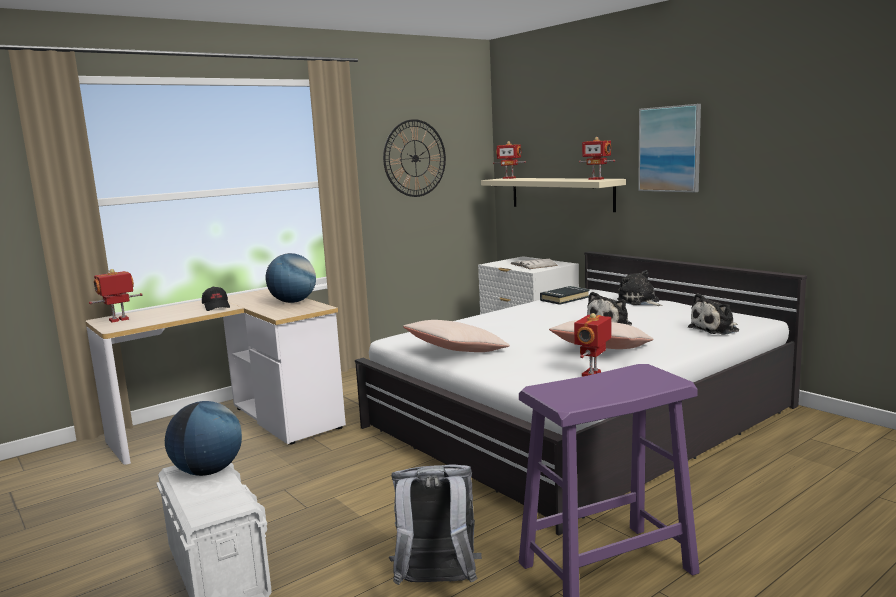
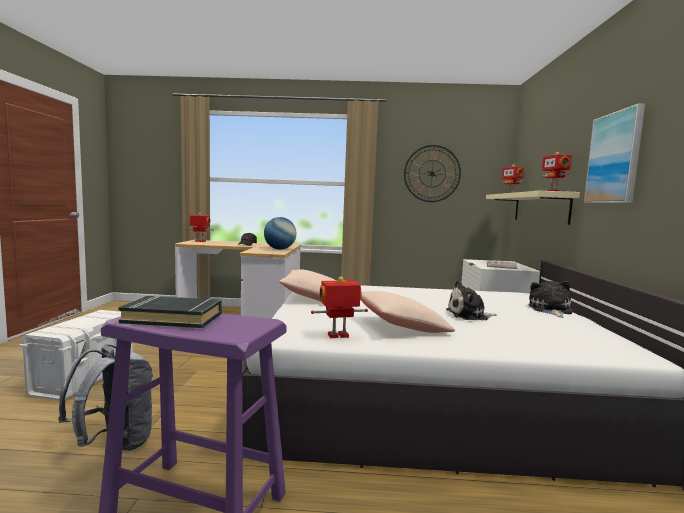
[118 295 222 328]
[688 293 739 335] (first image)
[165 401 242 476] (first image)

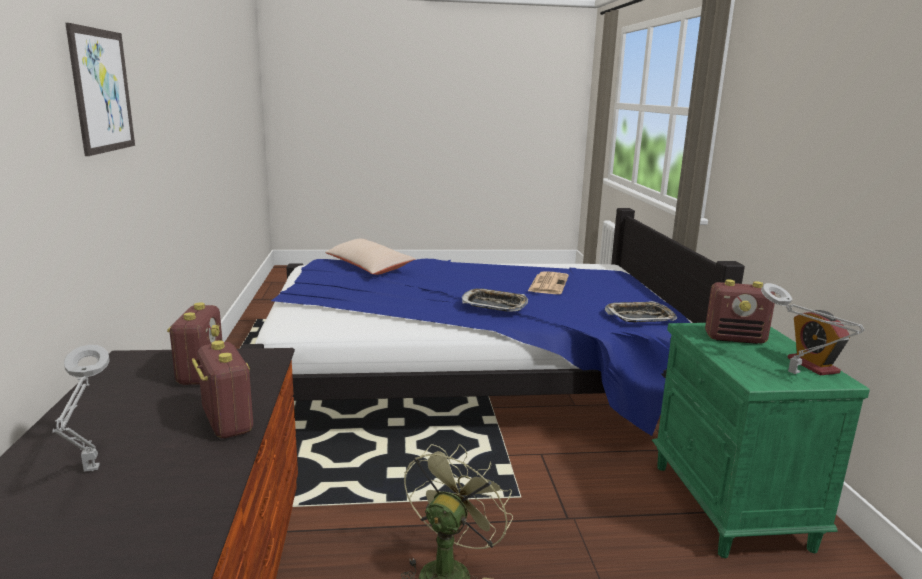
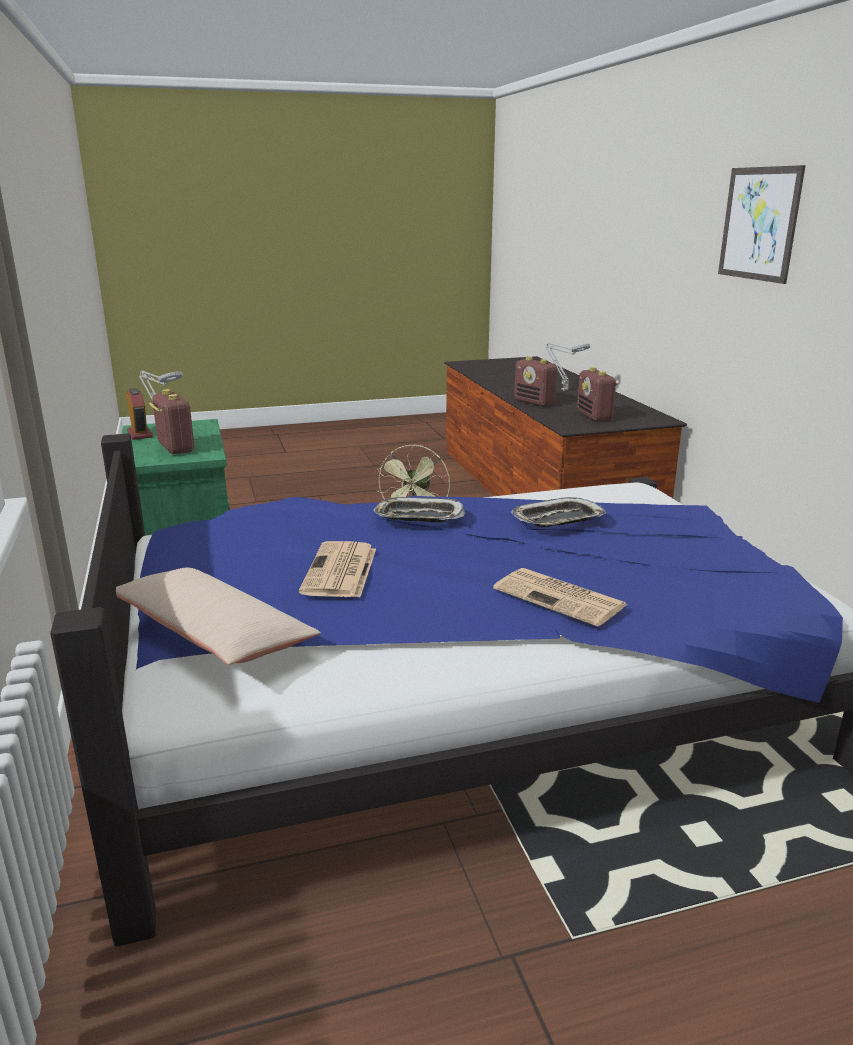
[116 568 321 665]
[149 389 194 454]
[511 497 606 527]
[493 568 627 627]

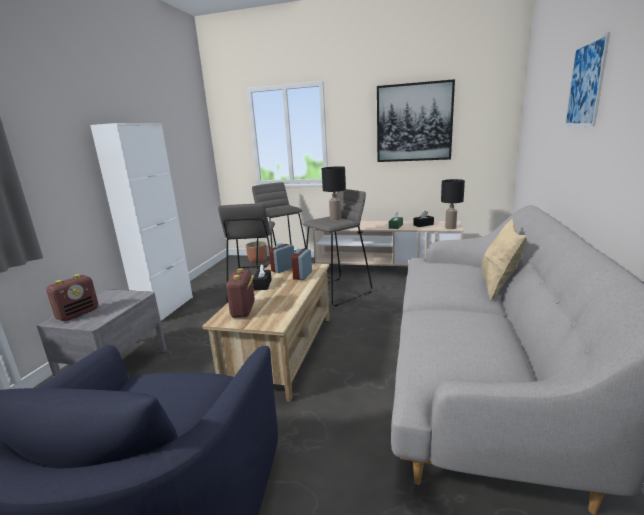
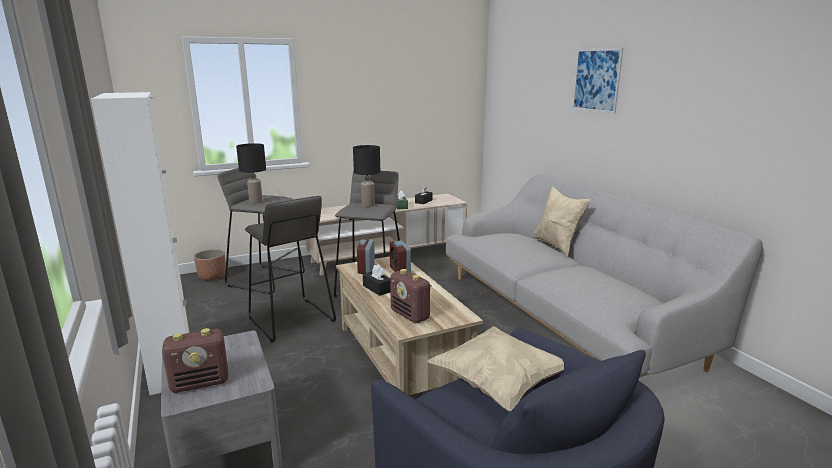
[377 79 455 162] (first image)
[236 143 266 204]
[162 328 228 393]
[427 326 564 411]

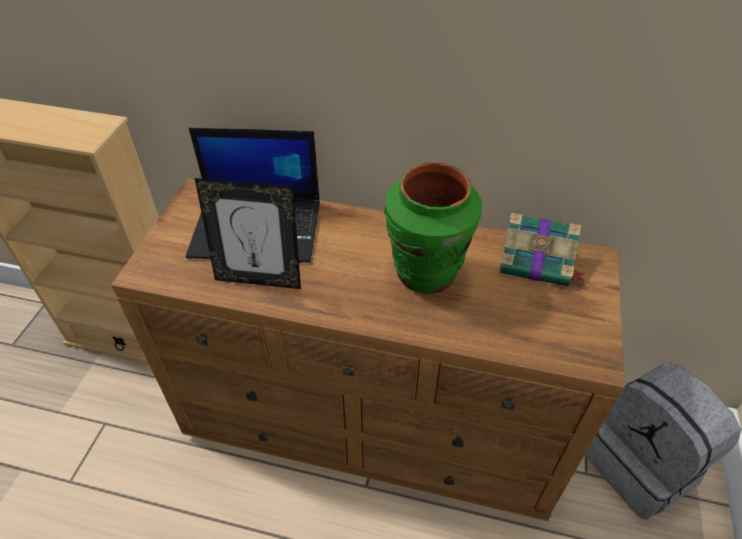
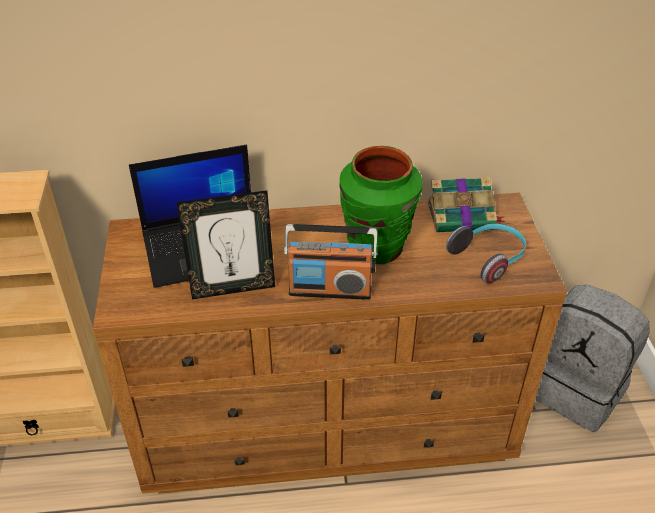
[284 224 377 300]
[446 224 526 283]

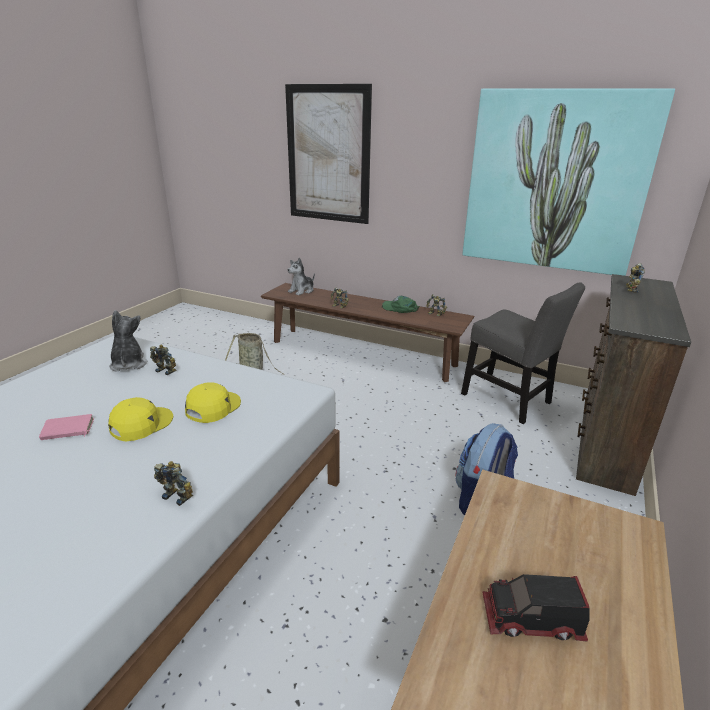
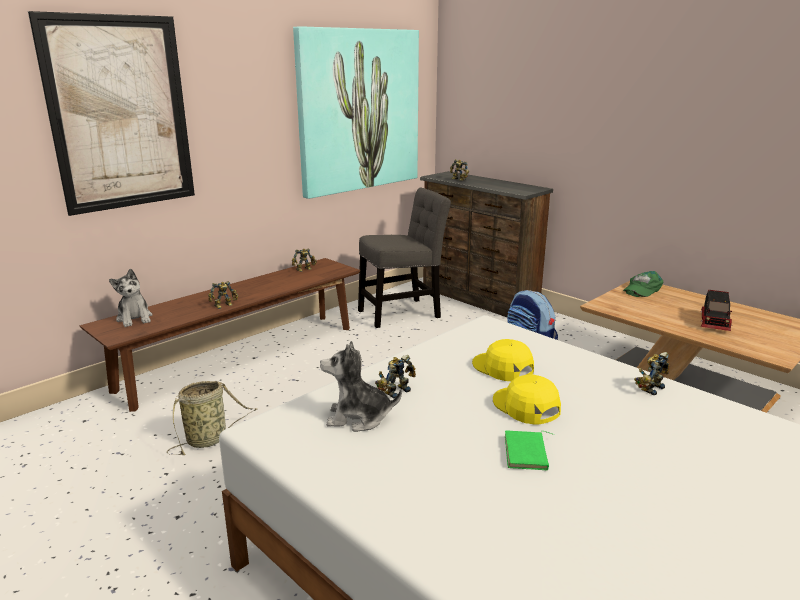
[623 271 663 297]
[505 430 554 471]

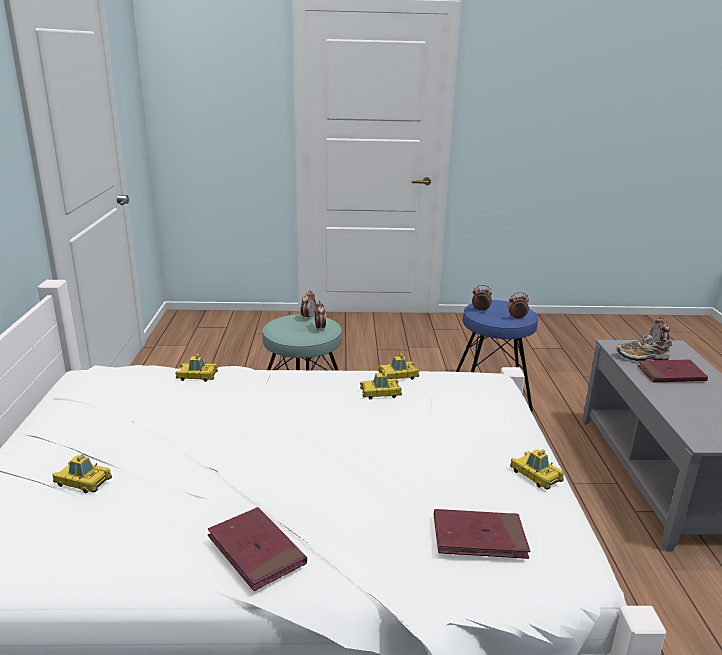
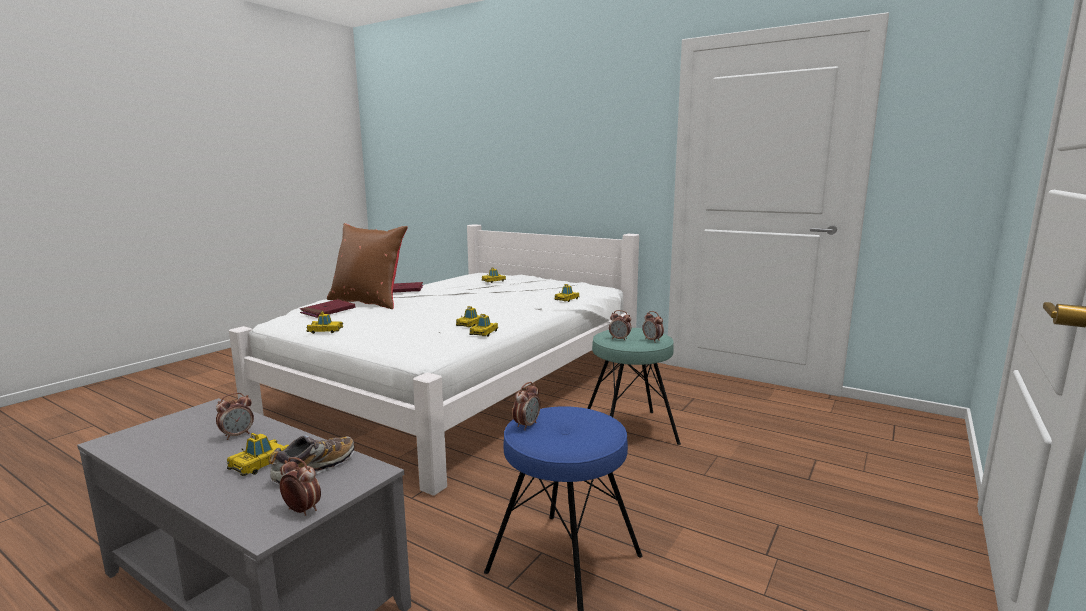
[216 393 254 440]
[227 433 289 476]
[327 223 408 309]

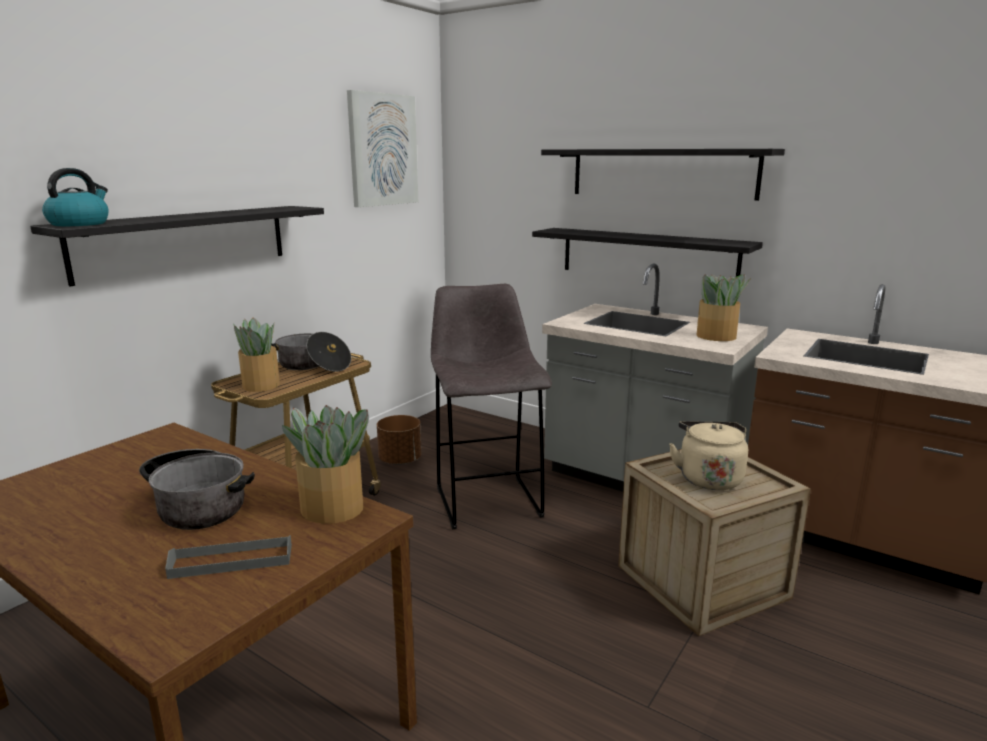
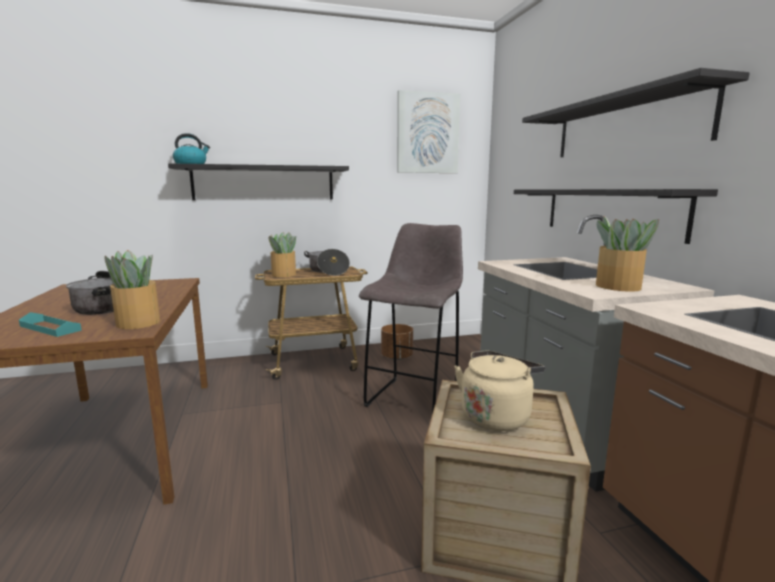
[19 312 82 337]

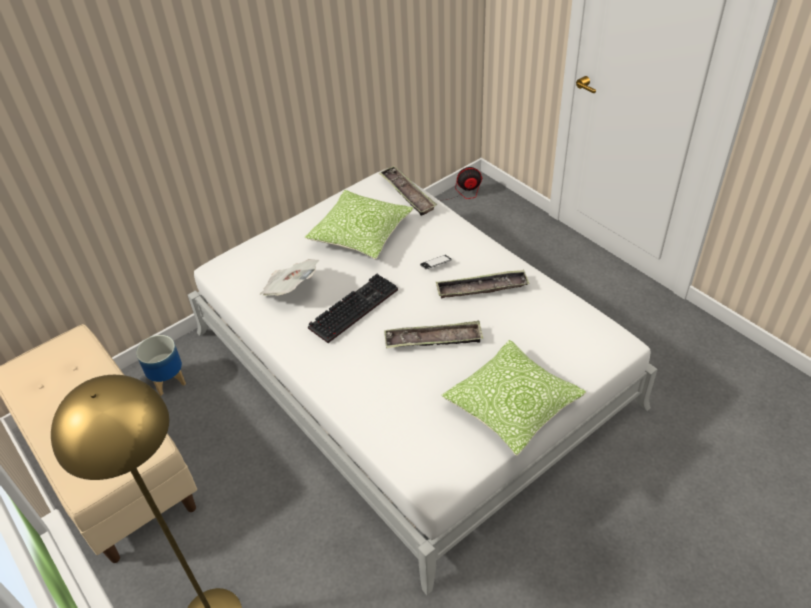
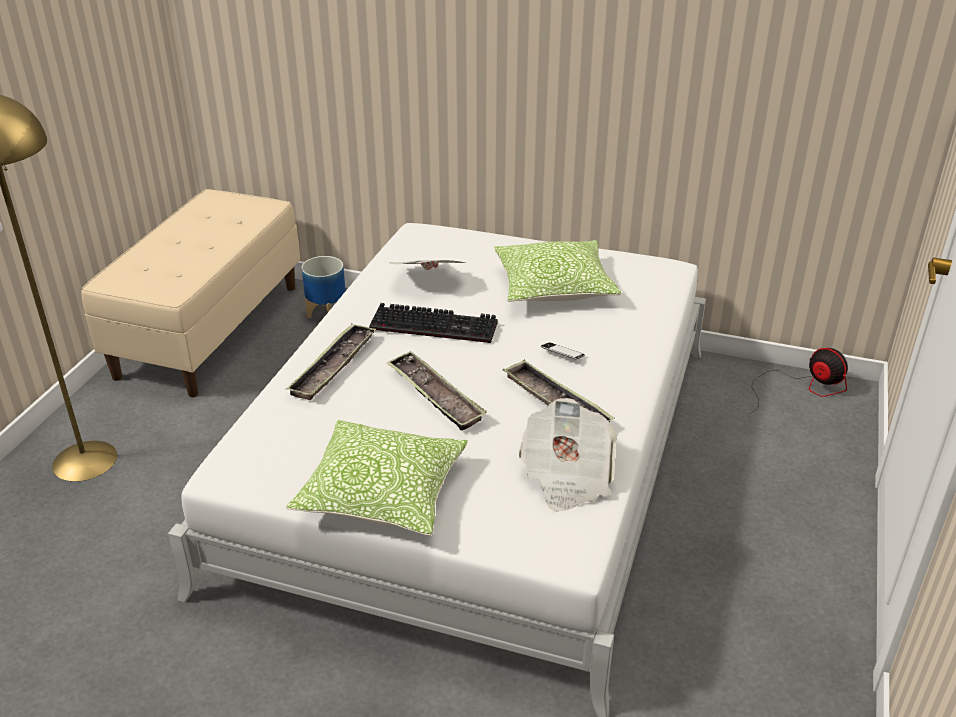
[286 323 376 400]
[519 398 617 512]

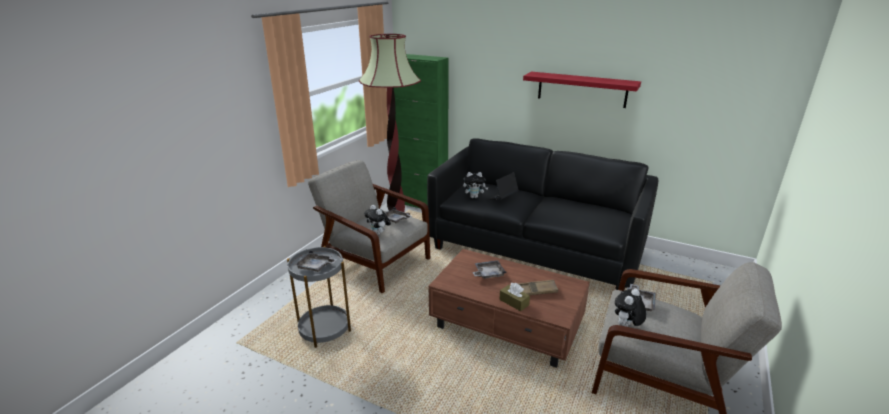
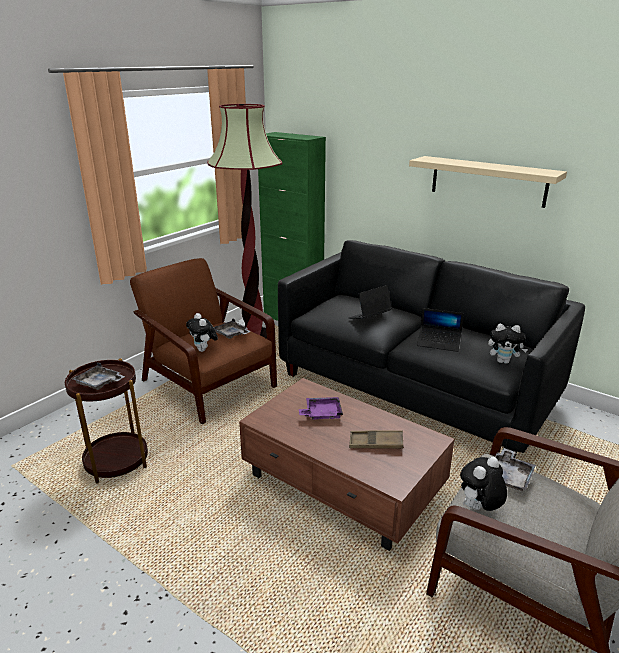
[409 156 567 208]
[130 258 277 424]
[488 324 528 364]
[65 358 148 484]
[299 397 343 420]
[499 283 530 311] (first image)
[417 308 464 352]

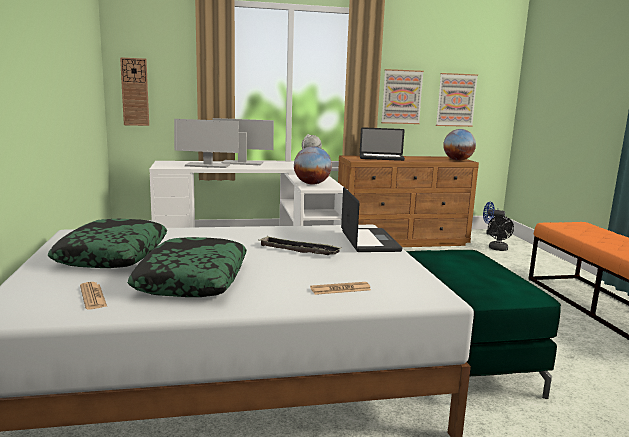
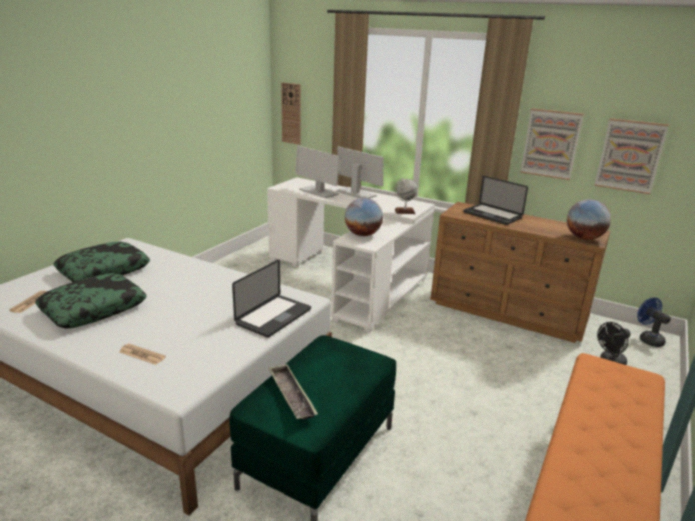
[268 364 318 419]

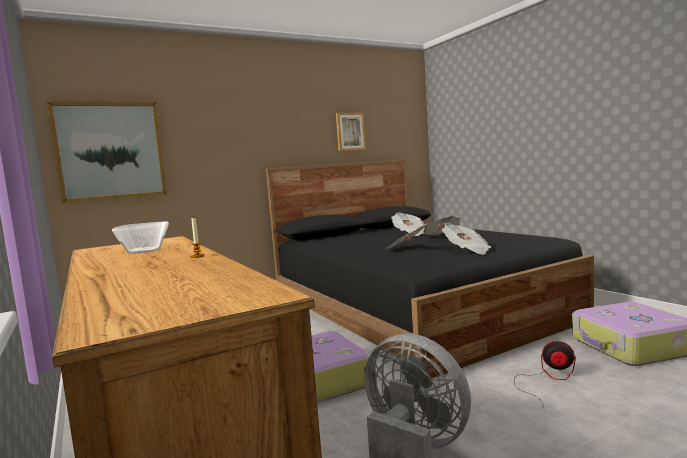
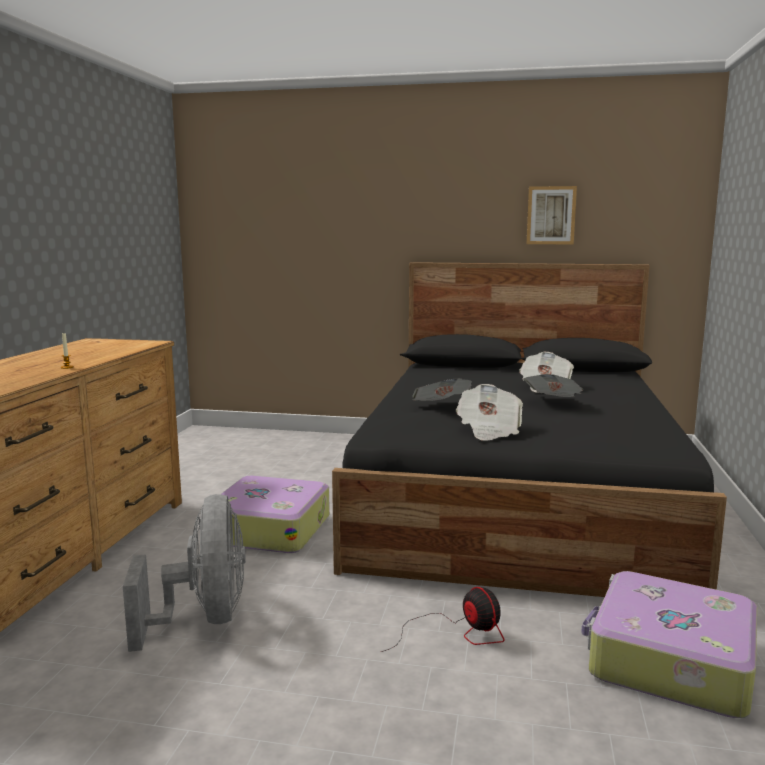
[47 101 167 203] (first image)
[112 221 169 254] (first image)

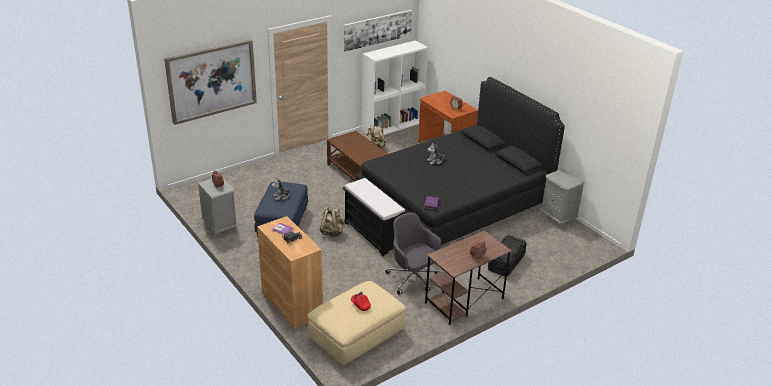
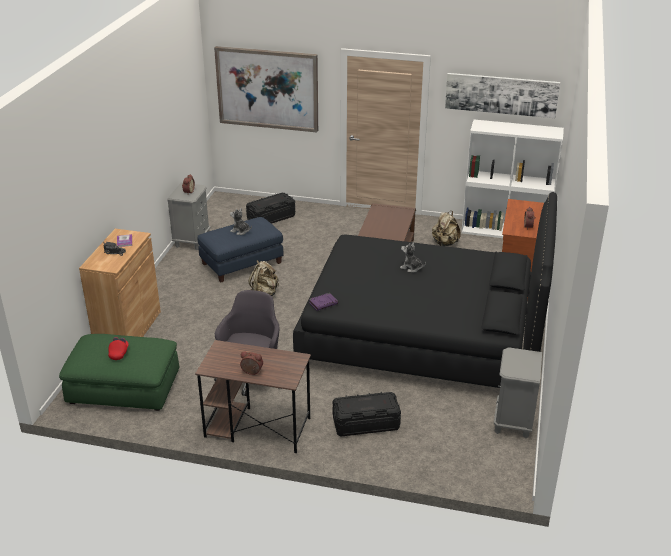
[343 178 407 256] (first image)
[59 334 179 411]
[246 193 295 224]

